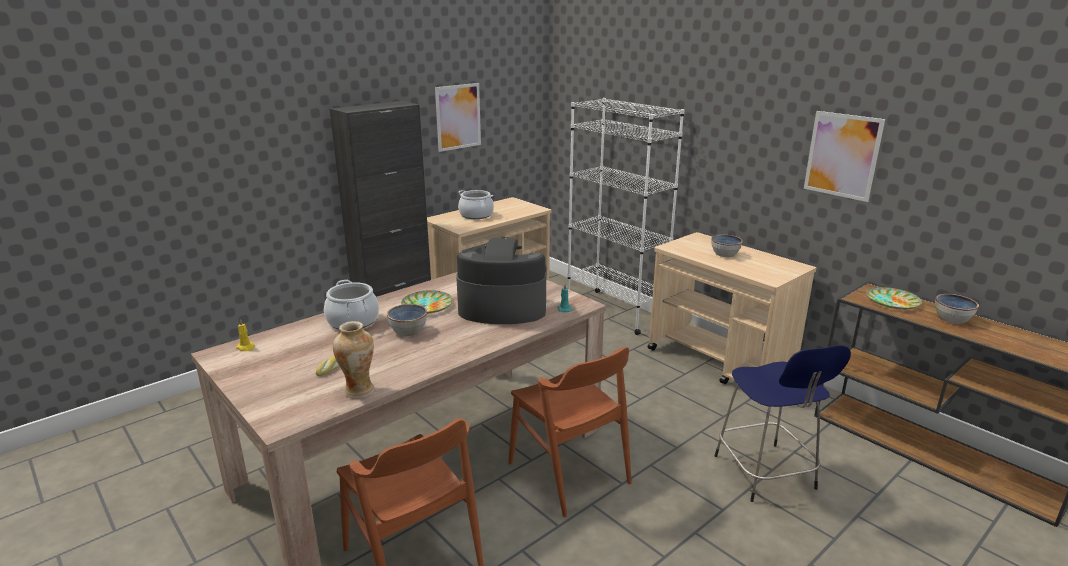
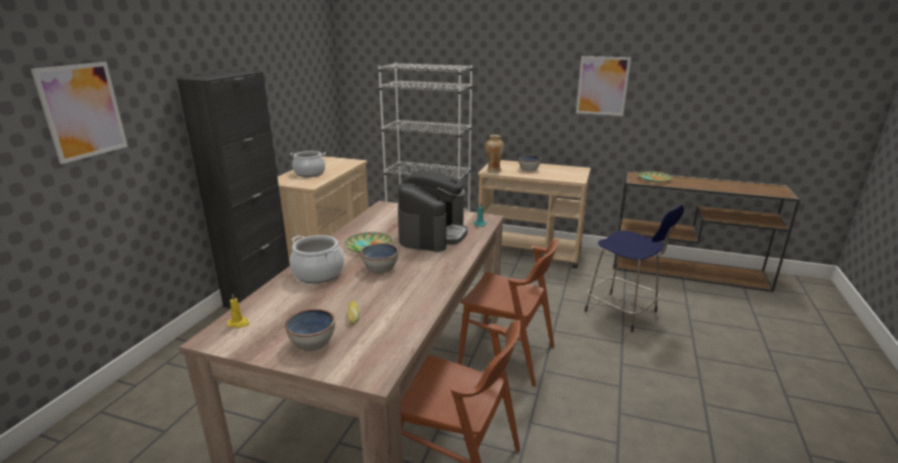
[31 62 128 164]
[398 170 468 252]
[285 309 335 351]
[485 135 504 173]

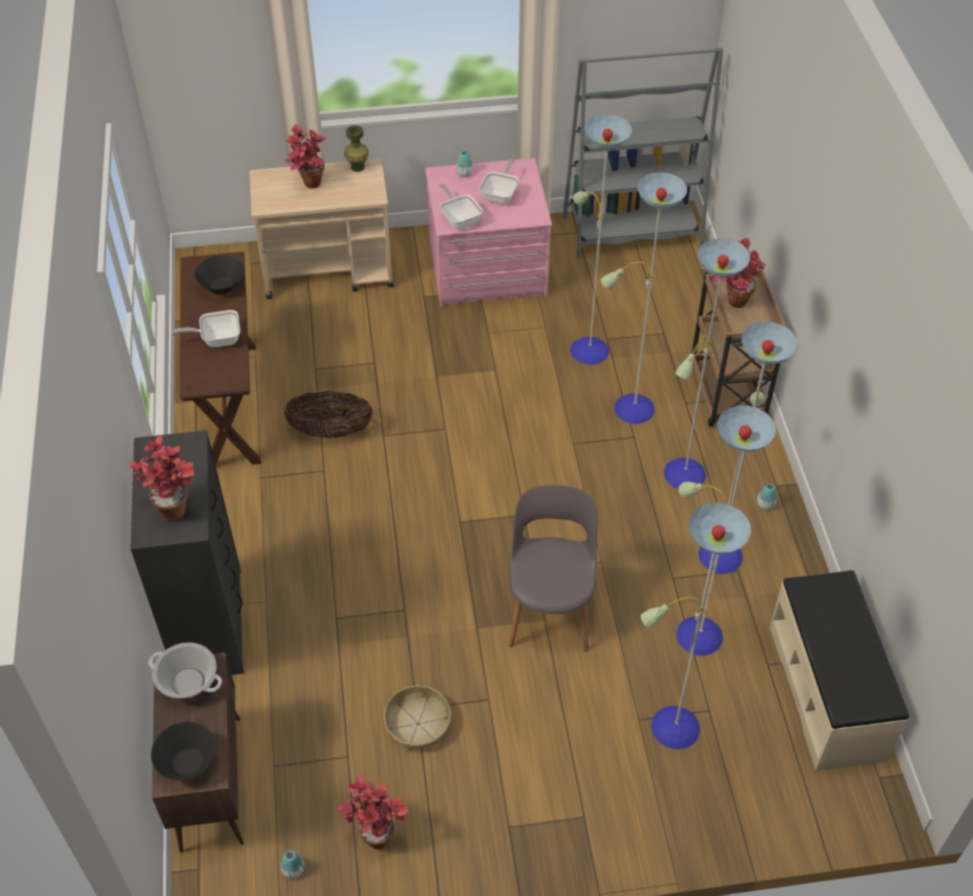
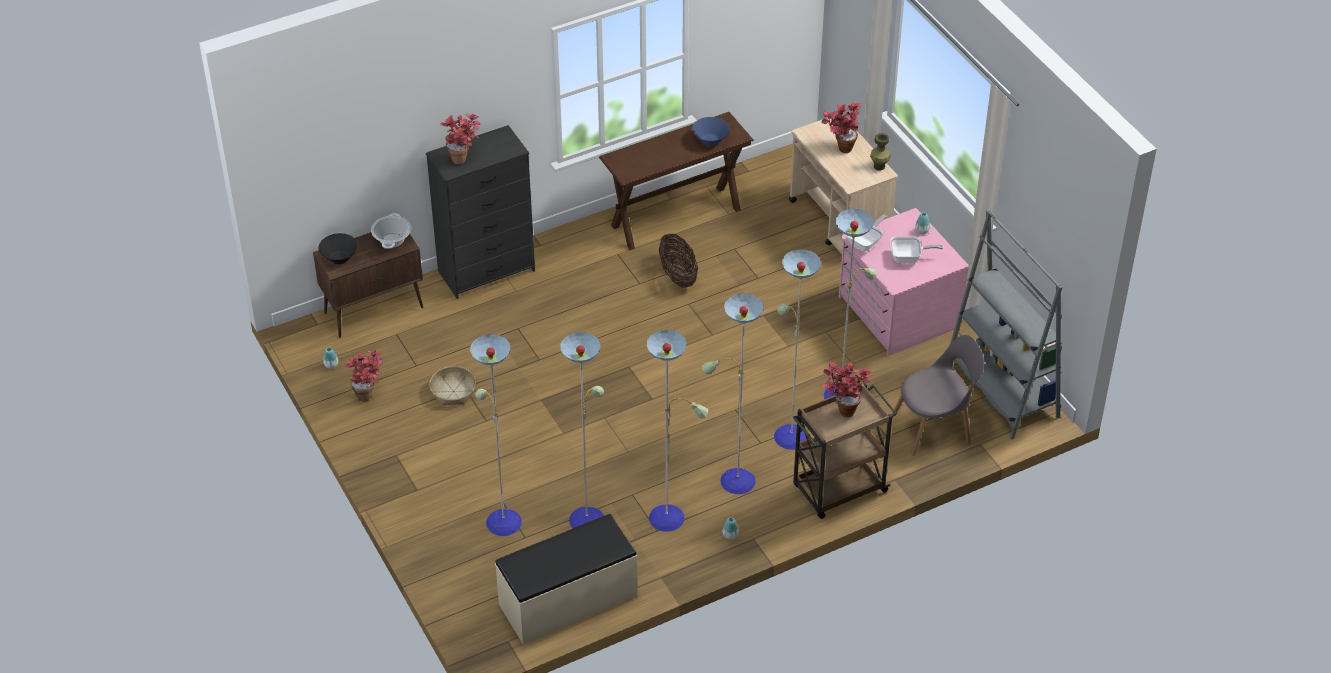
[692 117 730 146]
[171 310 240 347] (first image)
[892 335 984 456]

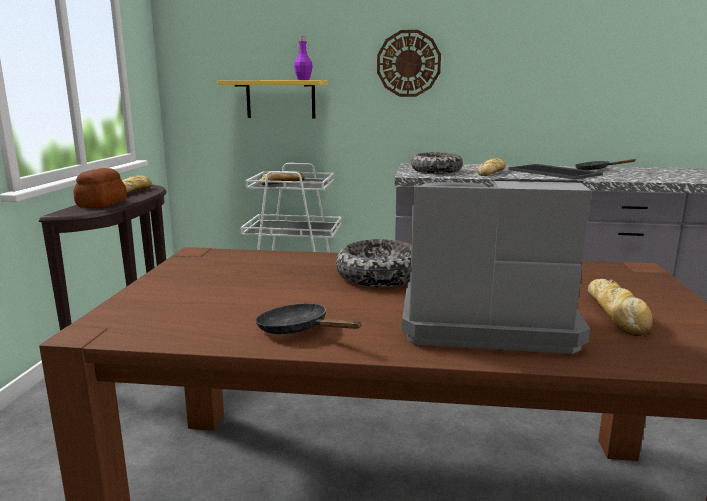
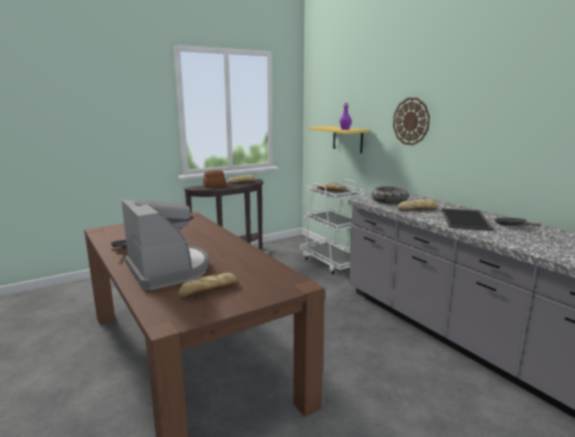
[336 239 411 287] (first image)

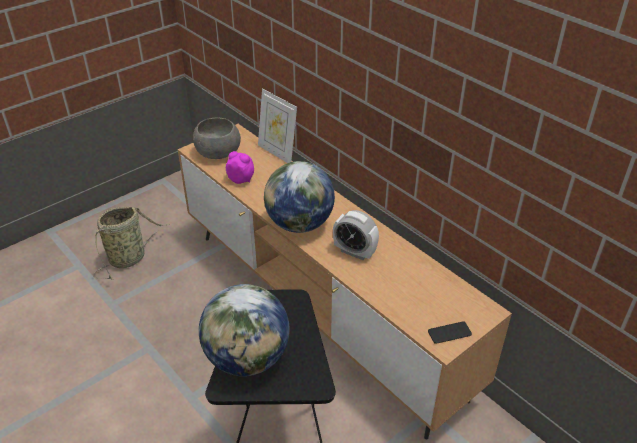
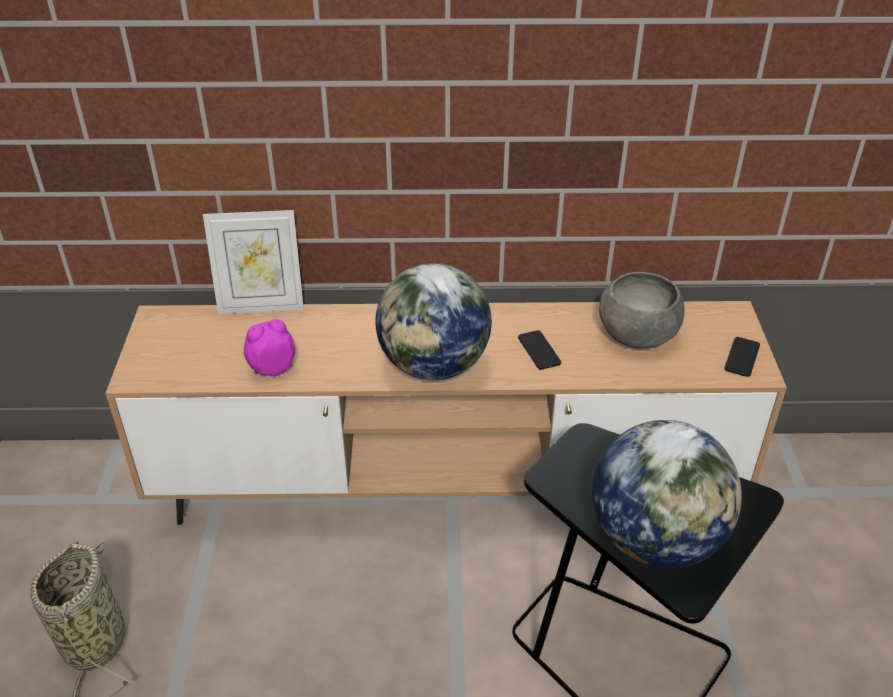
[599 272 685 349]
[518 330 561 370]

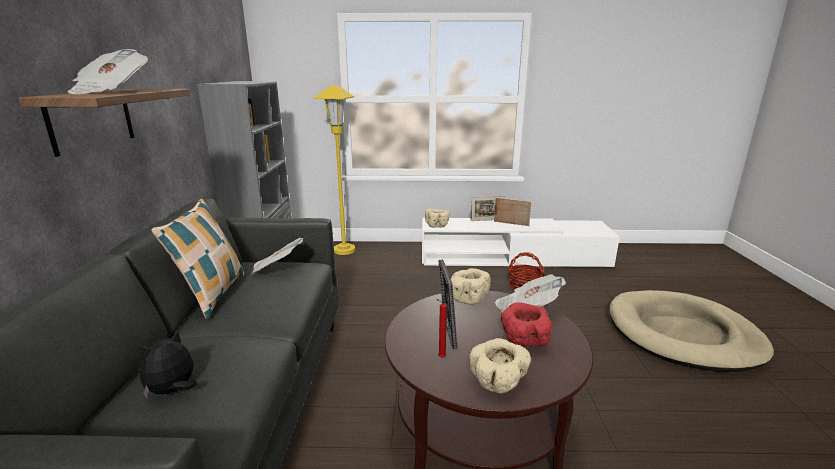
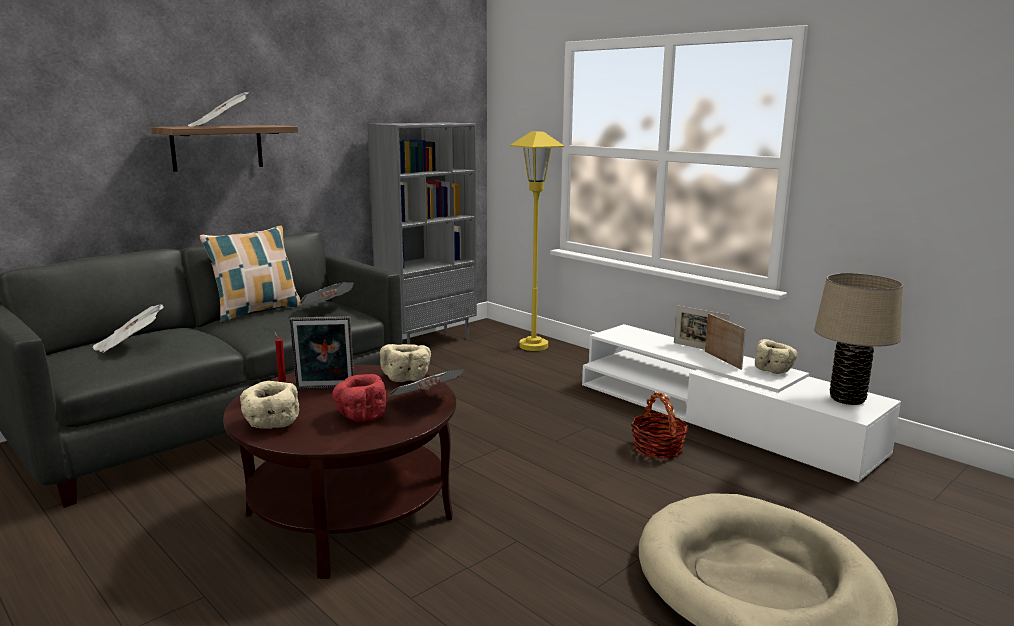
[755 339 797 374]
[290 316 354 390]
[92 304 164 352]
[814 273 903 405]

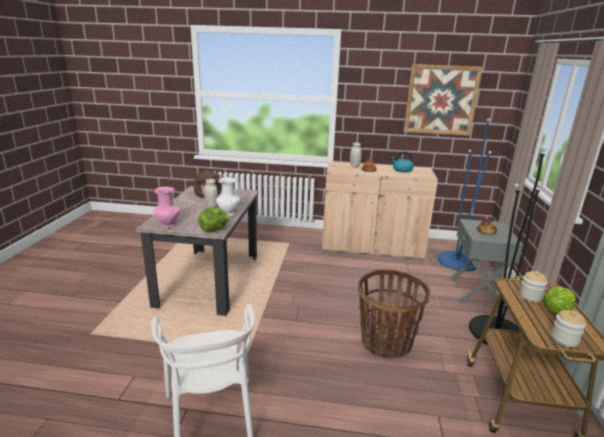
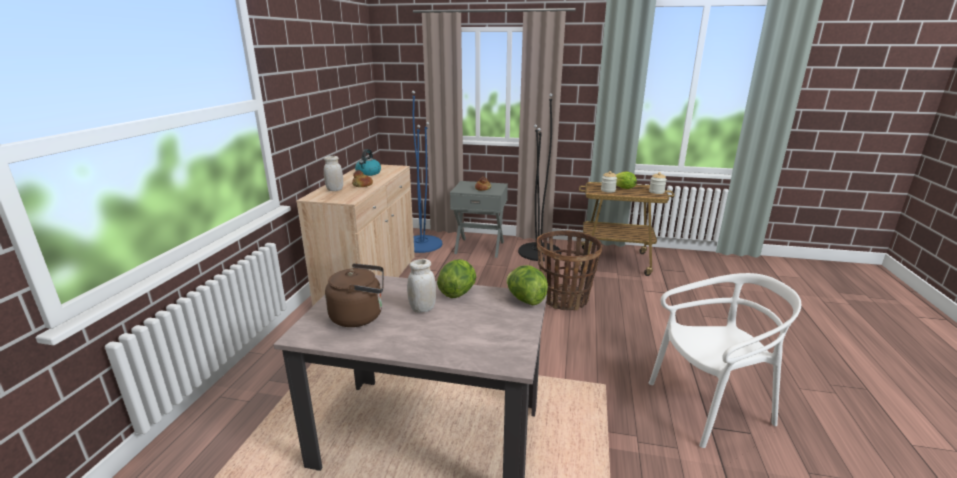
[403 64 483 136] (first image)
[437 259 476 298]
[153 187 180 228] (first image)

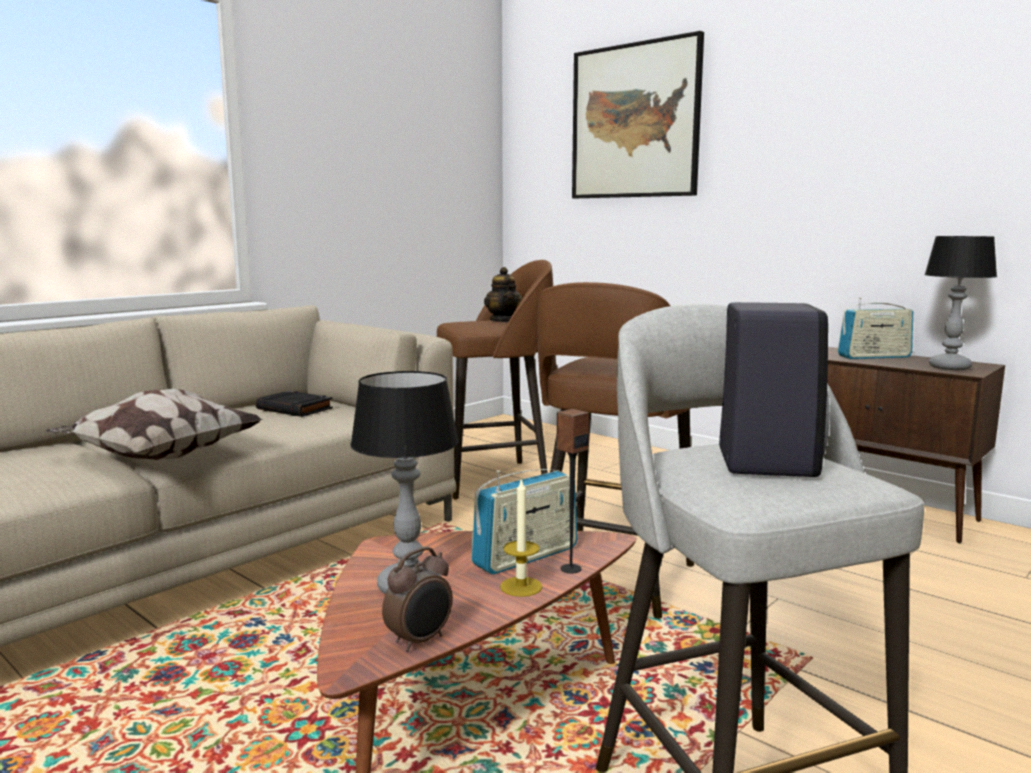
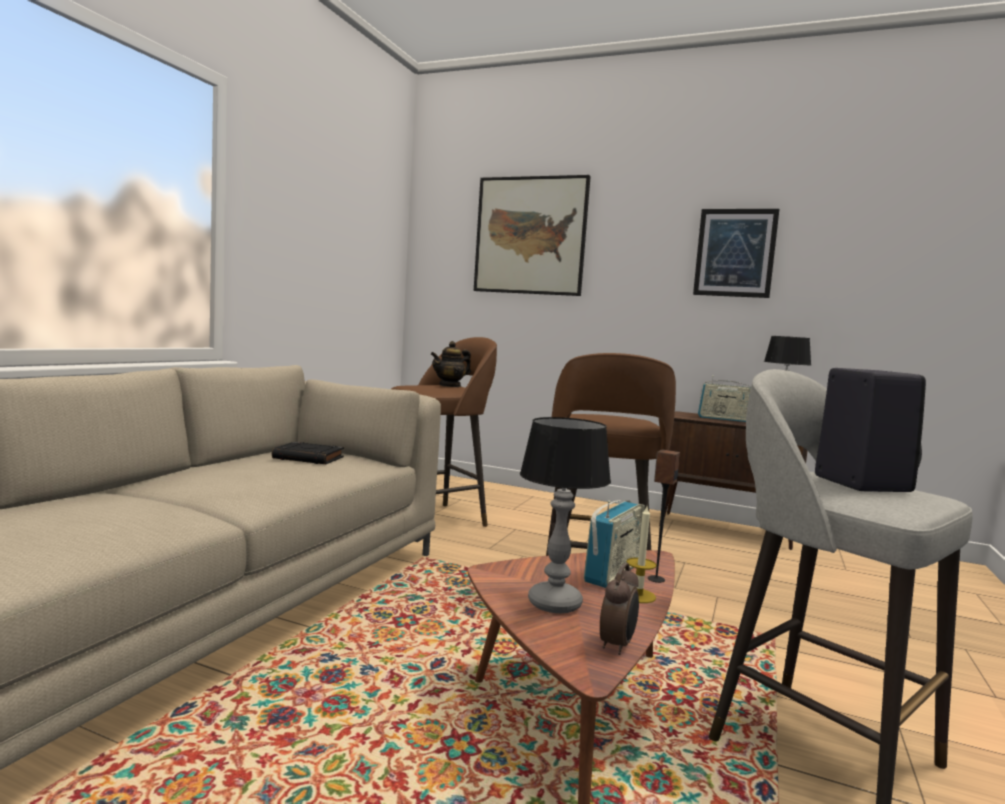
[431 341 471 387]
[698 375 751 422]
[45 389 263 460] (first image)
[693 209 779 298]

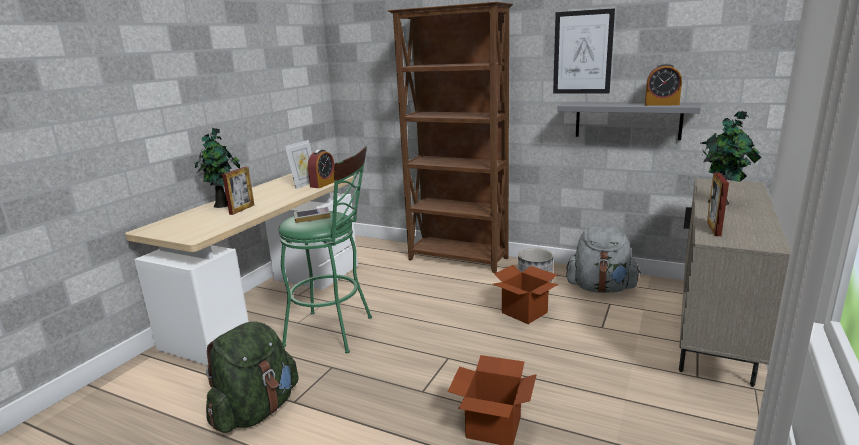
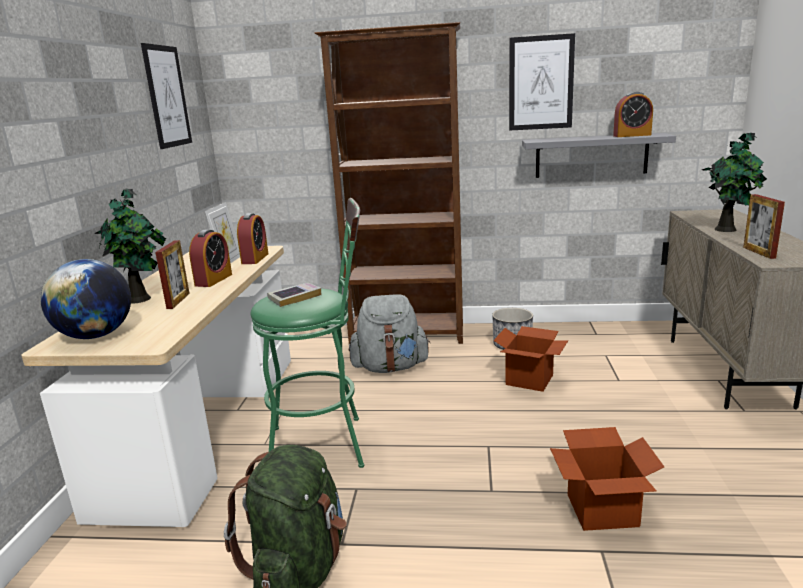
[349 294 430 373]
[141 43 192 149]
[189 229 232 287]
[40 259 131 339]

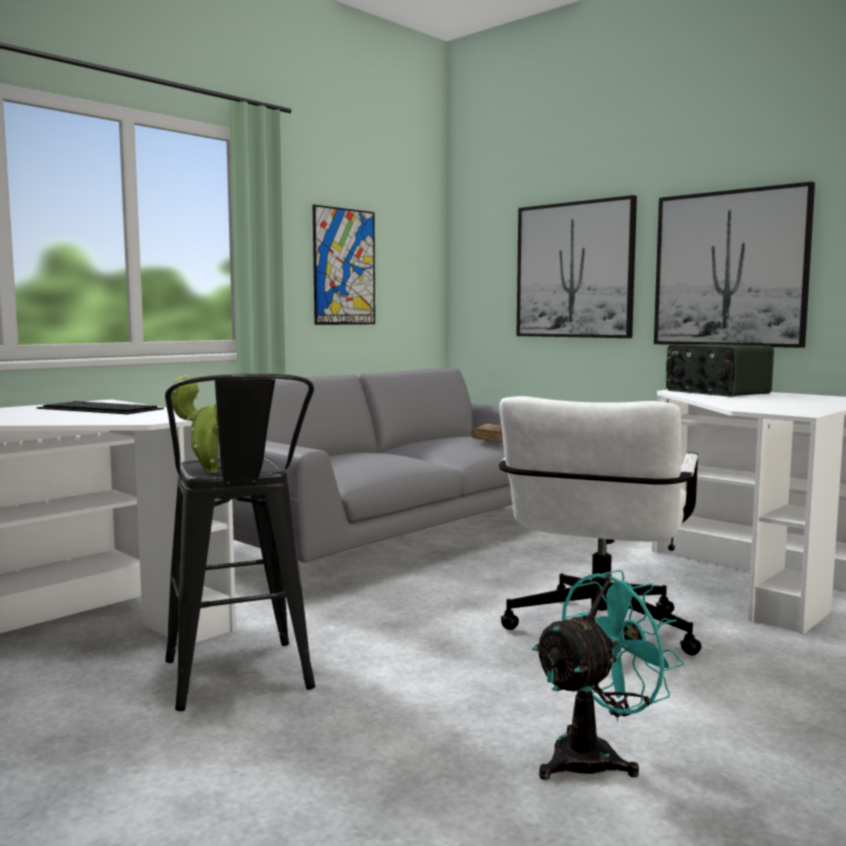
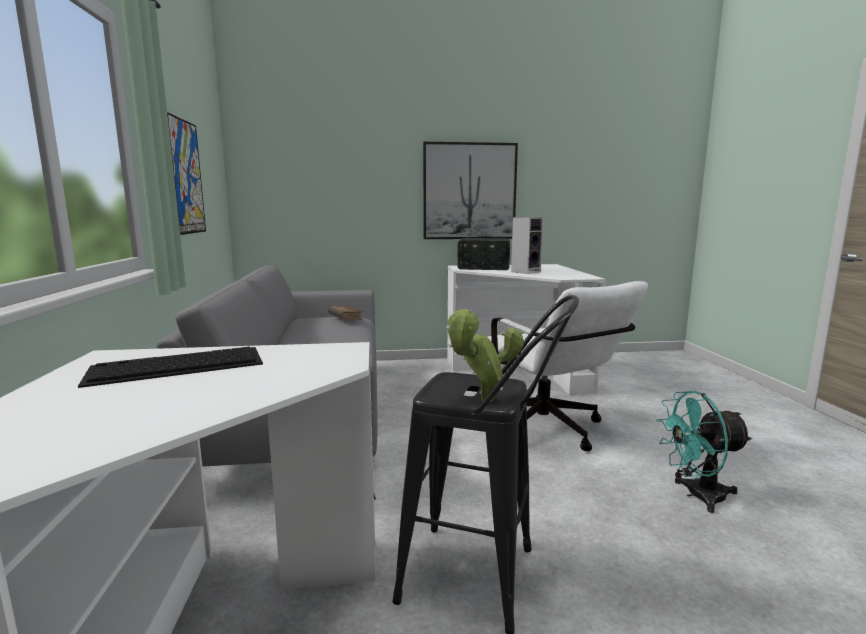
[516 195 637 338] (first image)
[656 391 752 513]
[511 217 543 274]

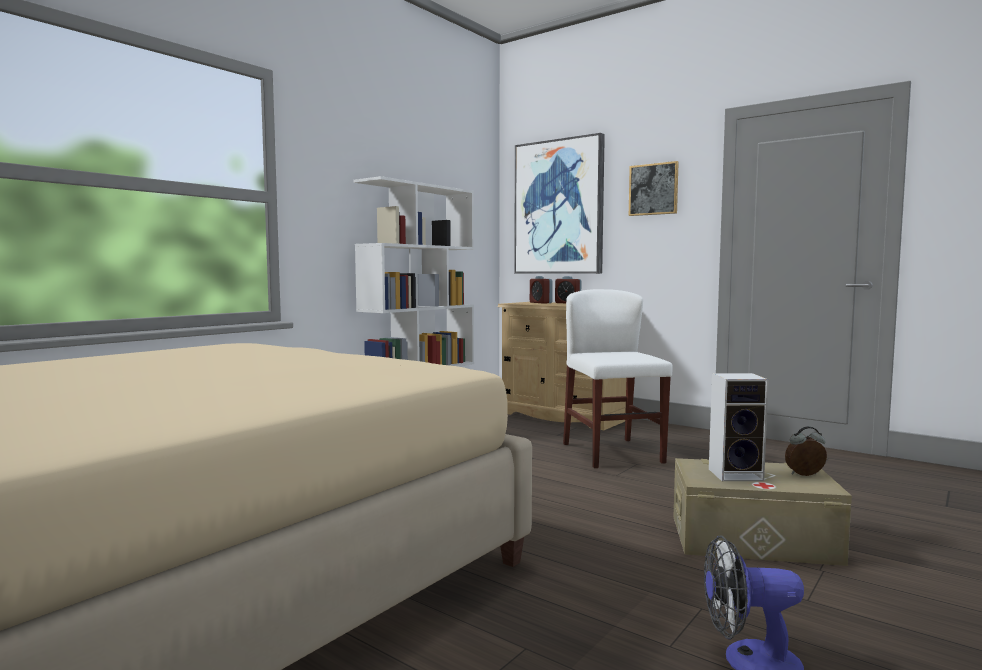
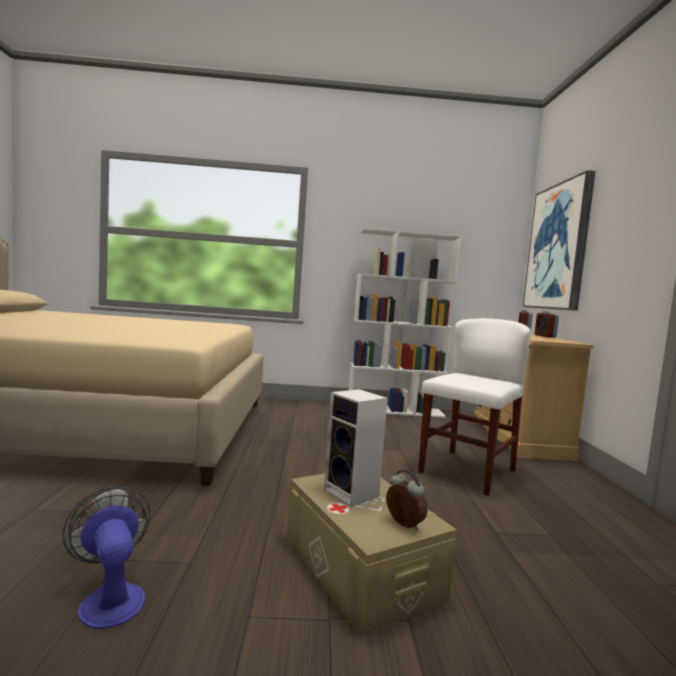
[629 161 679 216] (first image)

